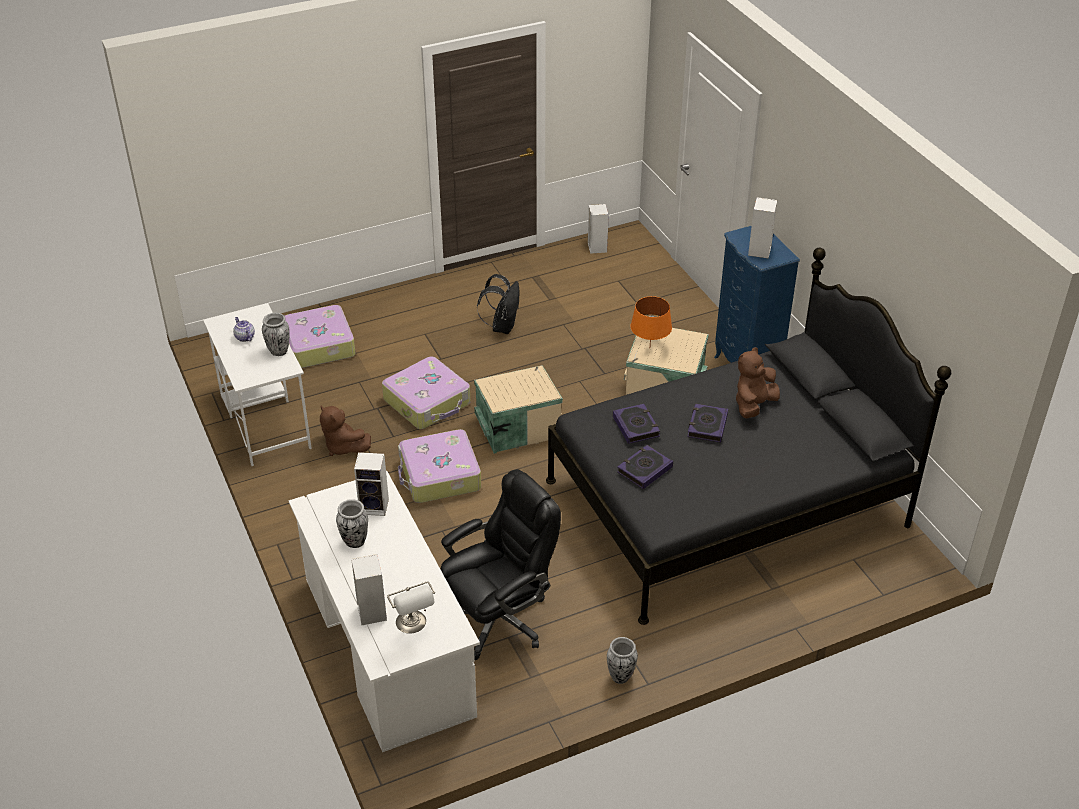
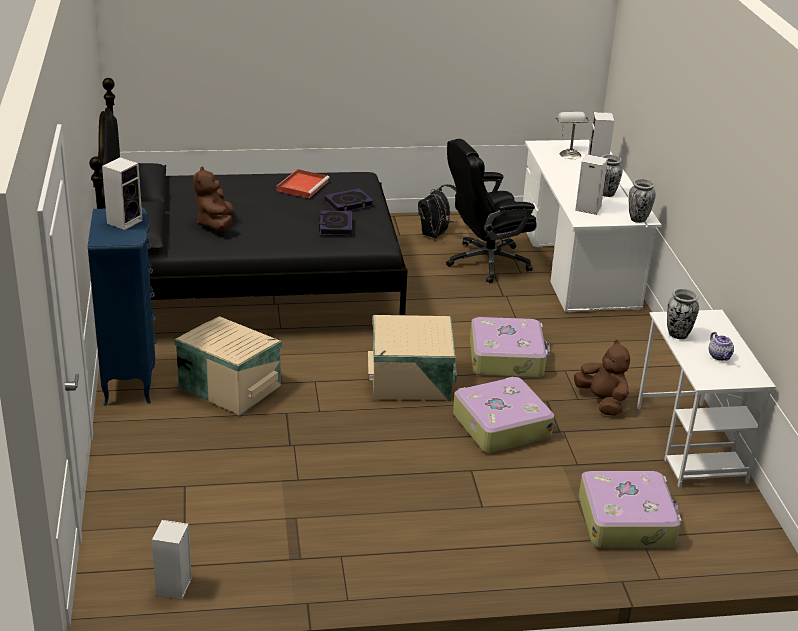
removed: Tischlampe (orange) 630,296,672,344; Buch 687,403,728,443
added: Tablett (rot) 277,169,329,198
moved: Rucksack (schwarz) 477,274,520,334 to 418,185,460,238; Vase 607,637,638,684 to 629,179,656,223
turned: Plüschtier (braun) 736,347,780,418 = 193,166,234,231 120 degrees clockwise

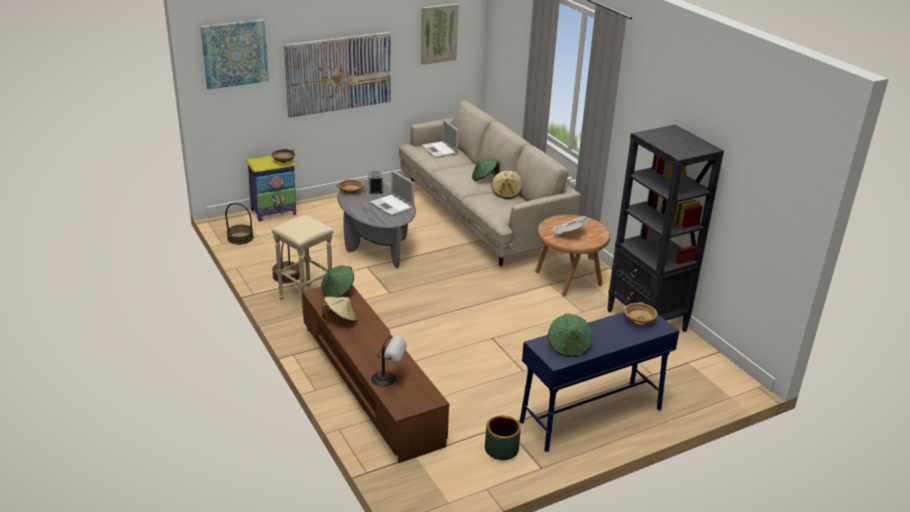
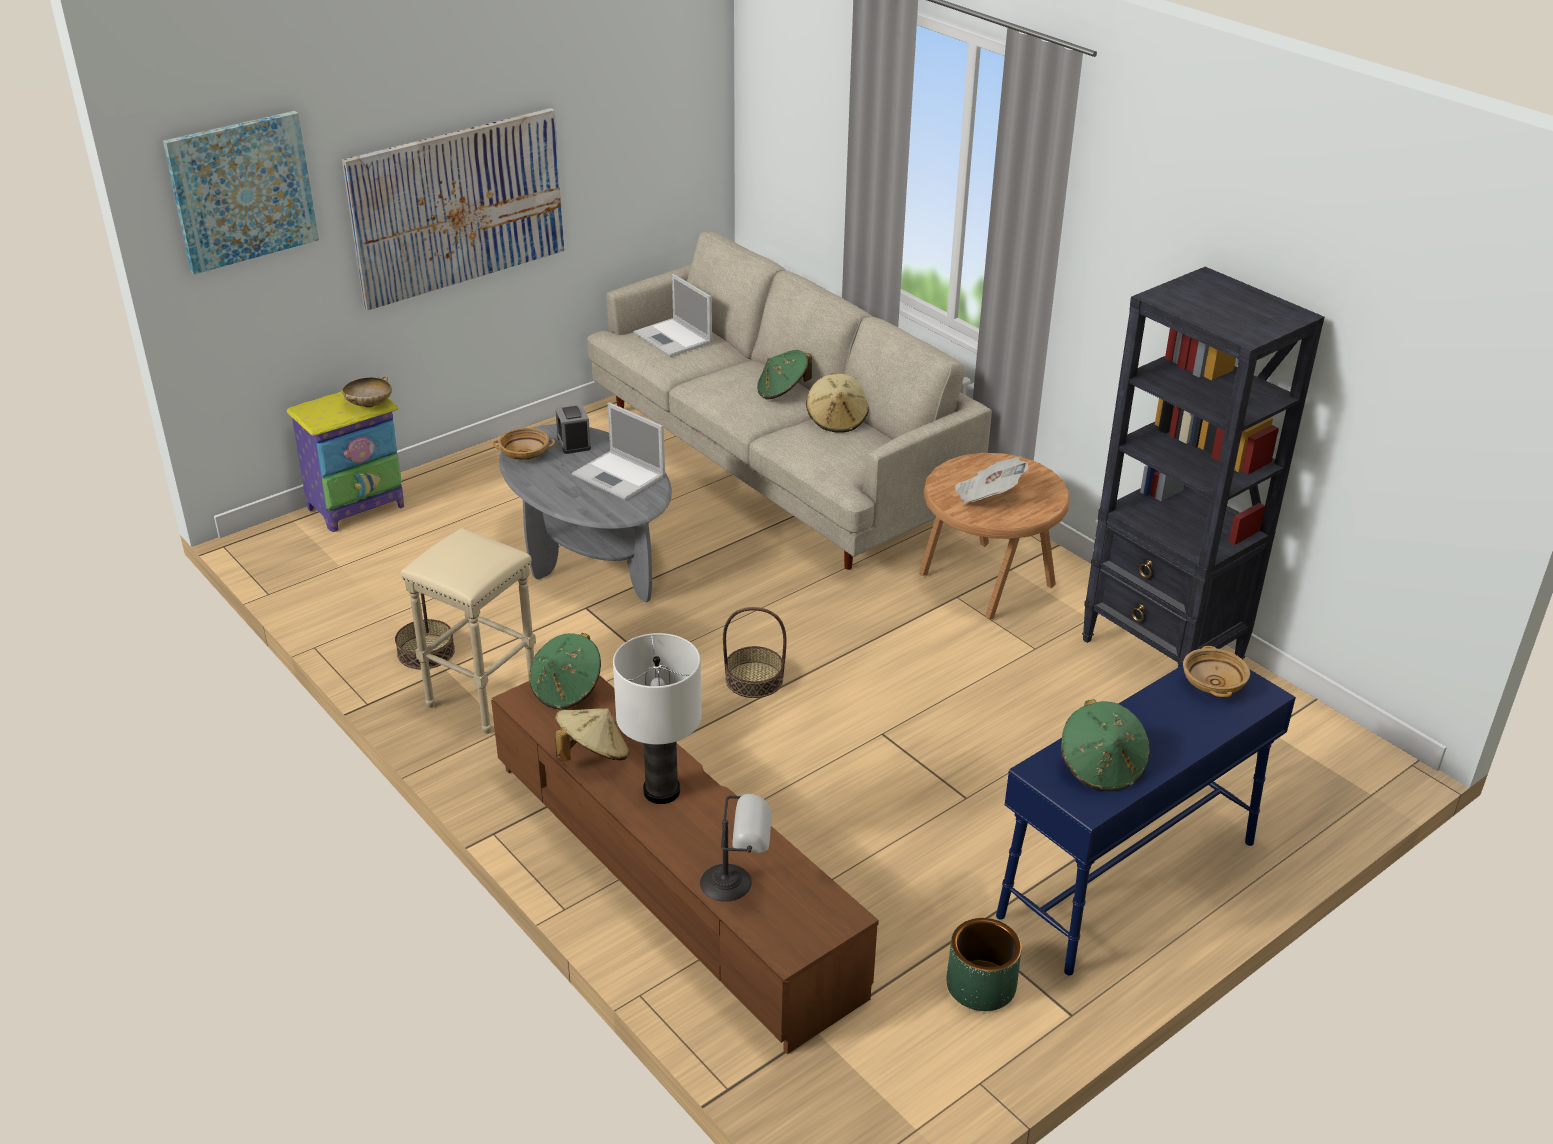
removed: Bild 421,4,459,65
added: Tischlampe (weiß) 613,633,702,804
moved: Korb 225,203,254,245 to 723,607,787,698

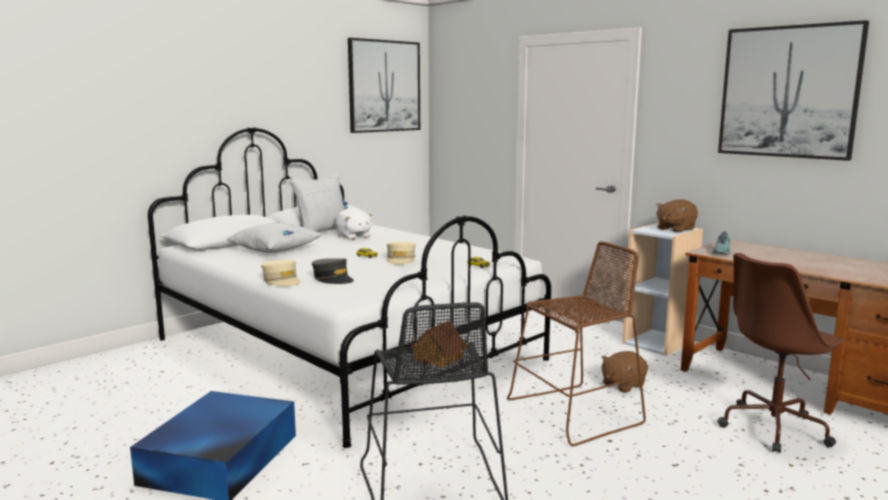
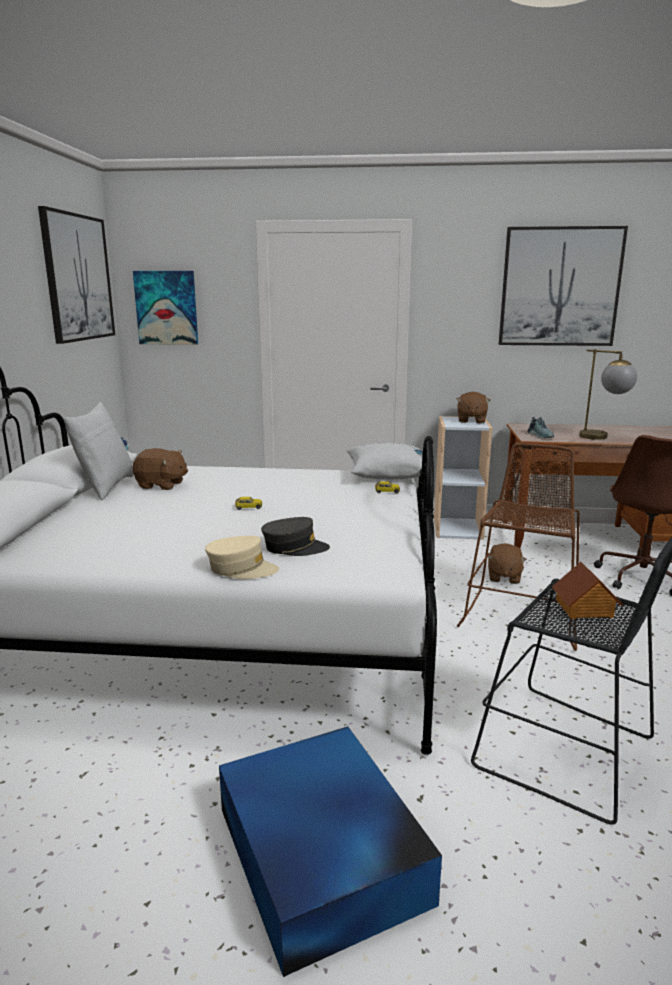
removed: Kappe (beige) 387,241,416,265
added: Bild 133,271,198,345; Tischlampe 579,349,637,440
moved: Kissen (grau) 227,222,322,253 to 346,443,423,479
recoloured: Plüschtier (weiß) 335,209,373,240 to Plüschtier (braun) 133,448,188,490

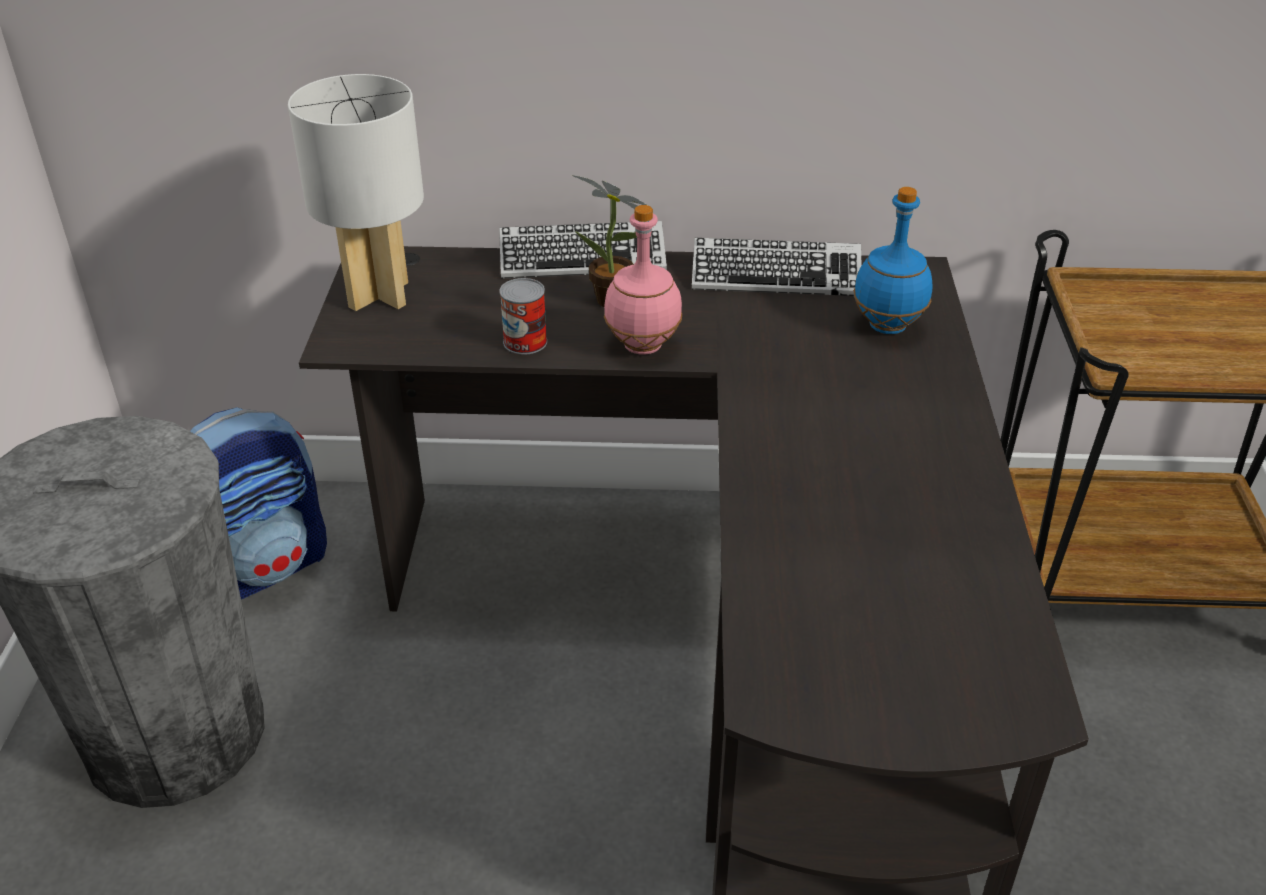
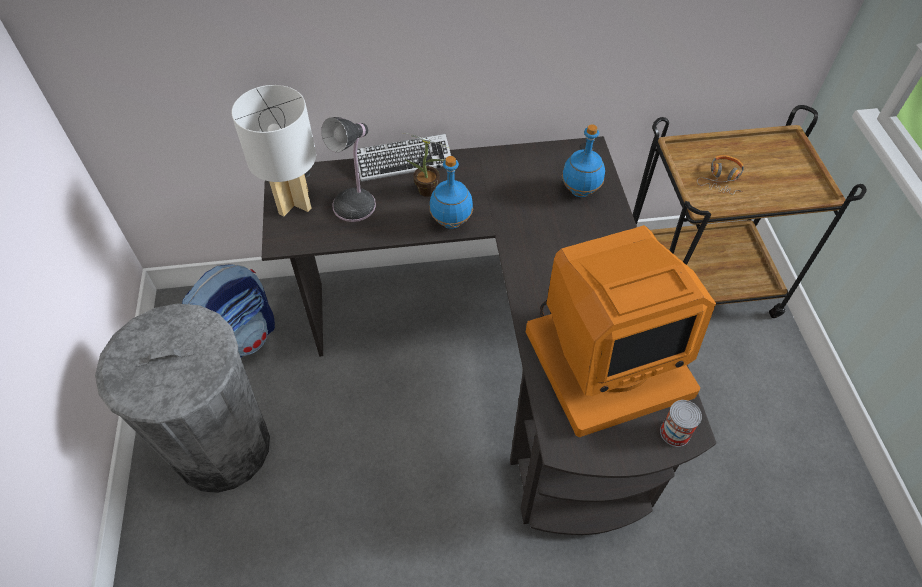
removed: Tastatur 692,238,862,296
added: Tischlampe 321,117,376,222; Monitor 526,225,716,437; Kopfhörer 697,155,744,195
moved: Dose 499,278,547,355 to 660,400,702,447
recoloured: Flasche (rosa) 604,205,682,355 to Flasche (blau) 429,156,473,229

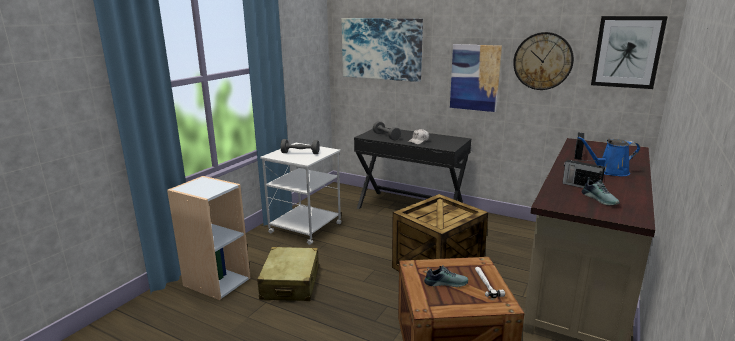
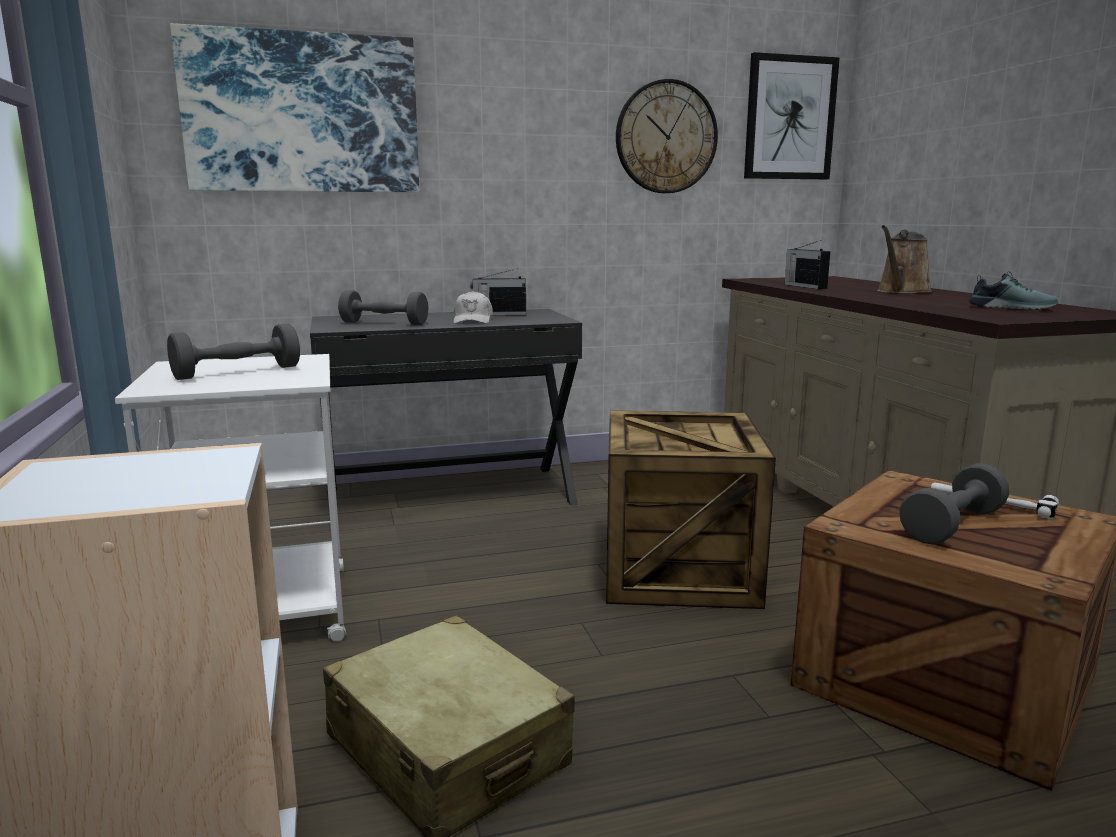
removed: Bild 450,44,502,112
moved: Radio 562,160,605,188 to 470,268,526,315
replaced: Schuh 424,265,468,287 to Hantel (grau) 899,463,1009,544
recoloured: Gießkanne (blau) 578,136,640,176 to Gießkanne (braun) 877,225,932,294

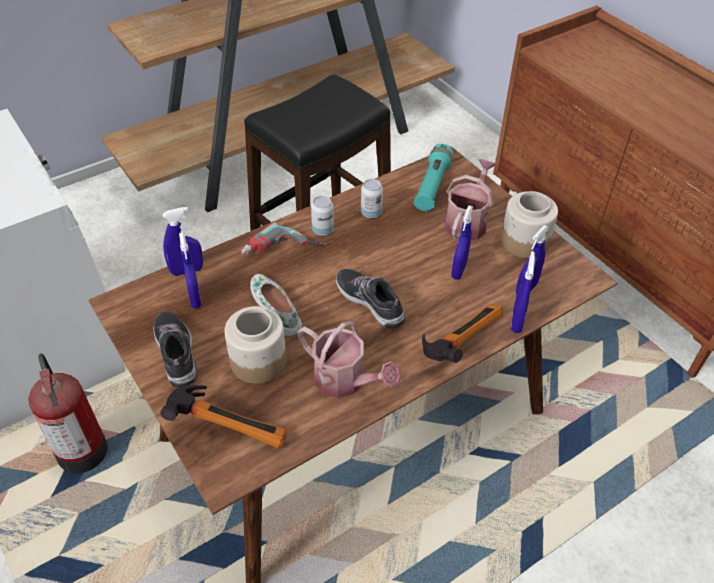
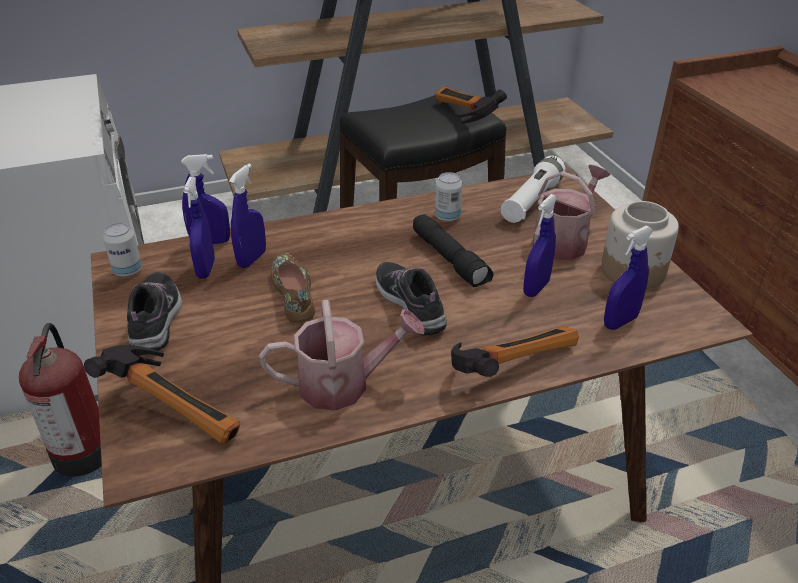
removed: Vorratsglas 225,306,286,384; Bohrmaschine 241,222,327,254
added: Taschenlampe (schwarz) 413,214,493,287; Hammer 435,86,507,124
moved: Dose 311,196,334,235 to 103,223,142,277; Sprühflasche (blau) 511,252,535,333 to 229,164,266,268
recoloured: Schuh (weiß) 250,274,302,336 to Schuh (braun) 271,252,315,323; Taschenlampe (türkis) 414,144,453,211 to Taschenlampe (weiß) 501,156,566,223
turned: Gießkanne 297,321,401,398 = 259,300,425,411 60 degrees counterclockwise

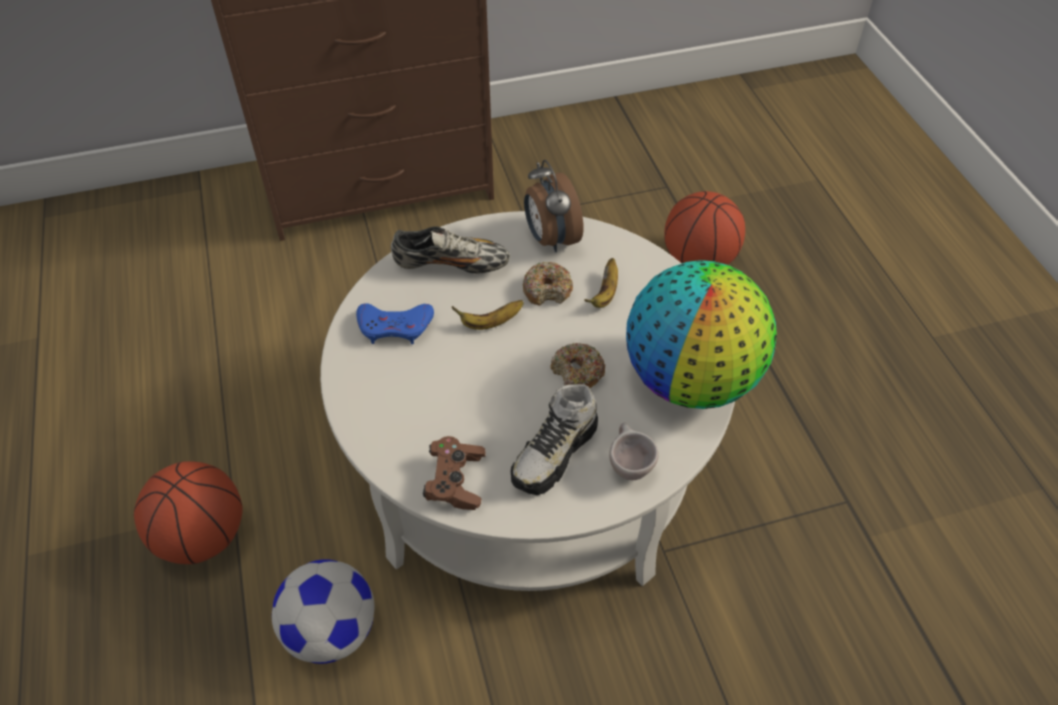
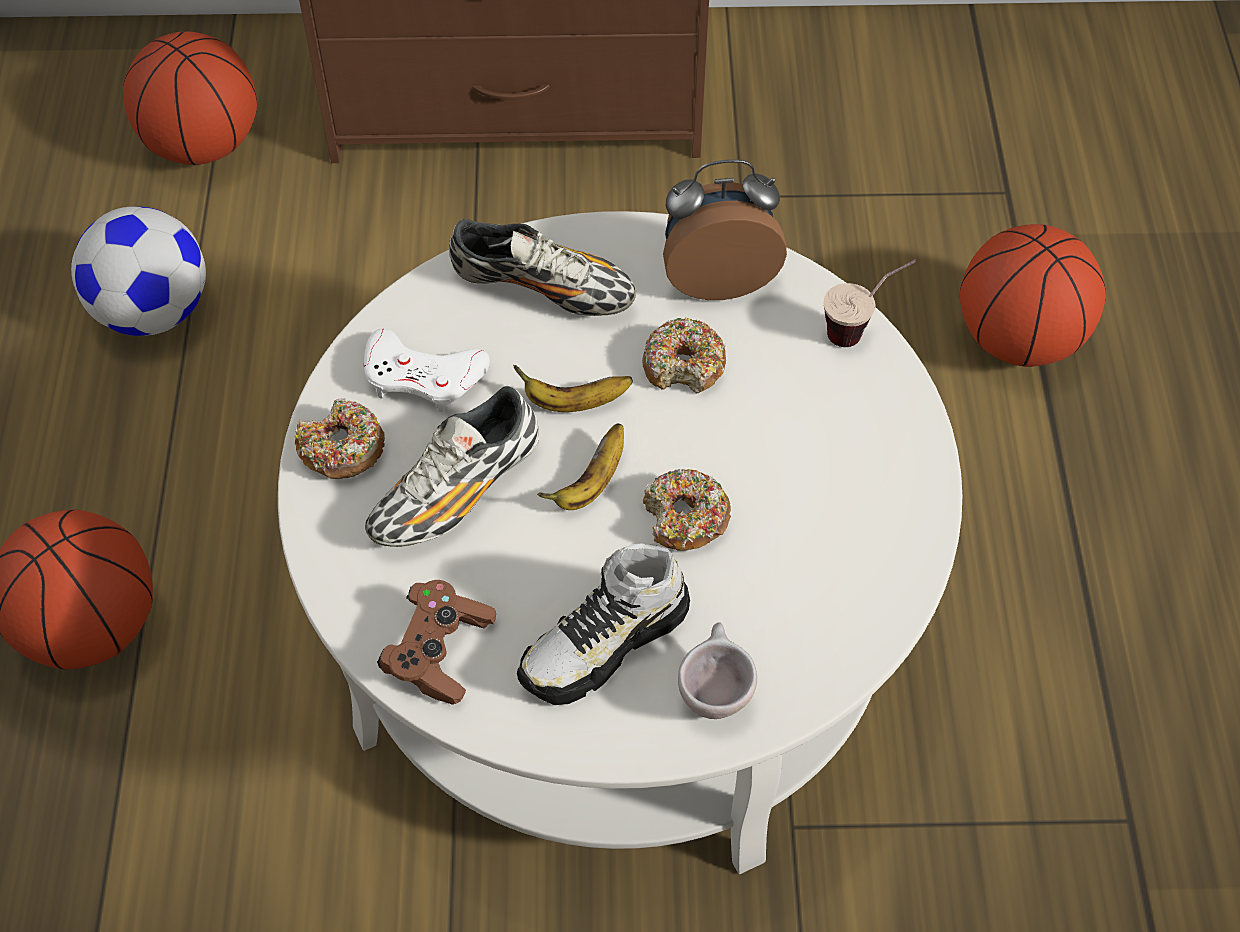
removed: Globus 626,260,777,409
added: Basketball 123,31,257,165; Donut 295,398,385,479; Schuh 365,386,540,547; Tasse 824,259,916,347
moved: Fußball 272,559,375,664 to 71,207,206,336; Banane 584,258,618,308 to 537,424,624,510
recoloured: Gamepad (blau) 356,303,434,344 to Gamepad (weiß) 364,328,490,412
turned: Wecker 524,160,583,252 = 663,159,787,300 90 degrees clockwise

